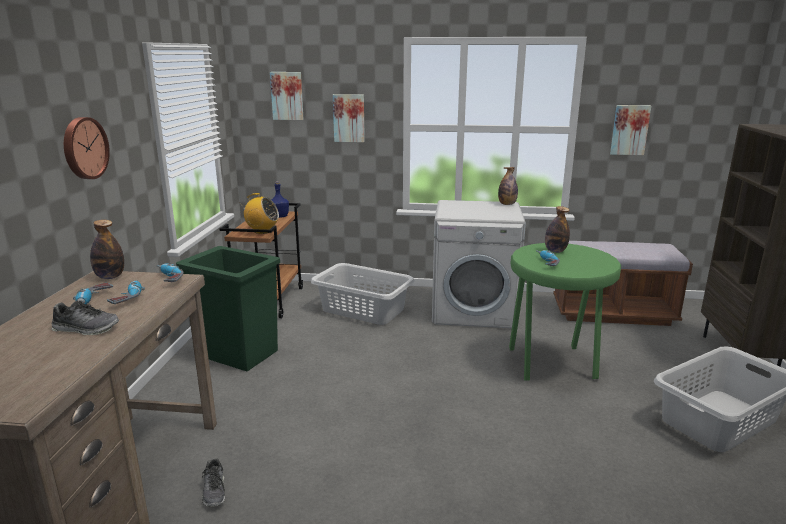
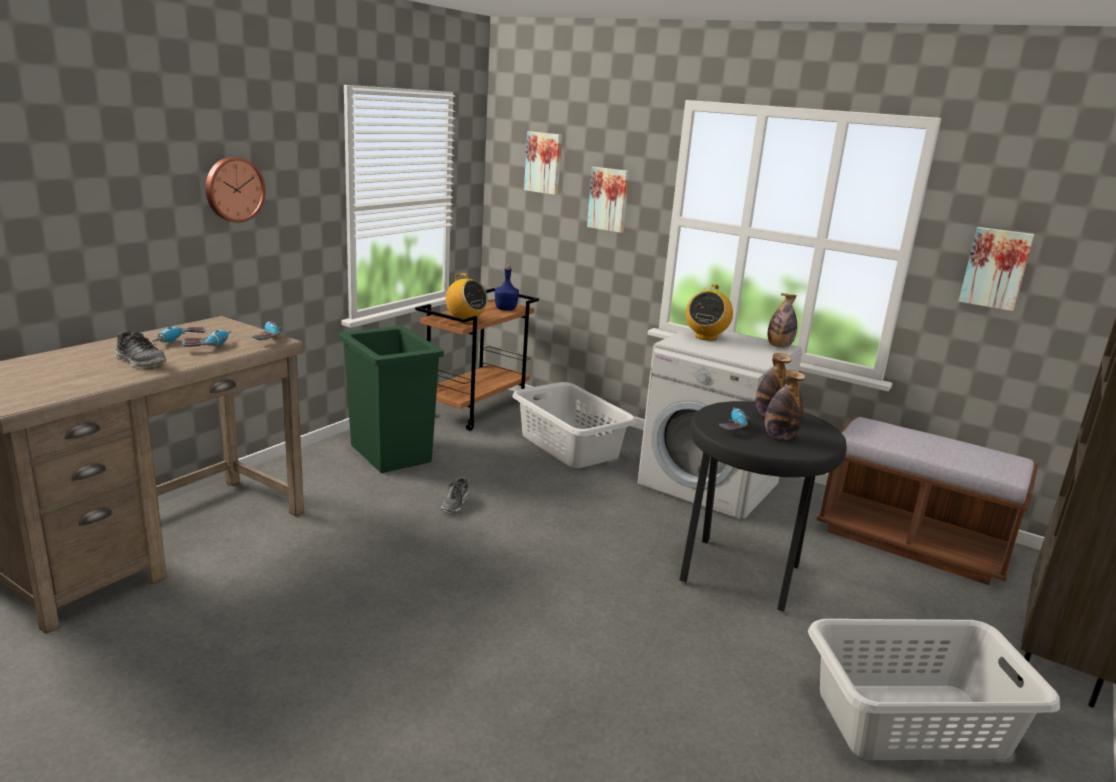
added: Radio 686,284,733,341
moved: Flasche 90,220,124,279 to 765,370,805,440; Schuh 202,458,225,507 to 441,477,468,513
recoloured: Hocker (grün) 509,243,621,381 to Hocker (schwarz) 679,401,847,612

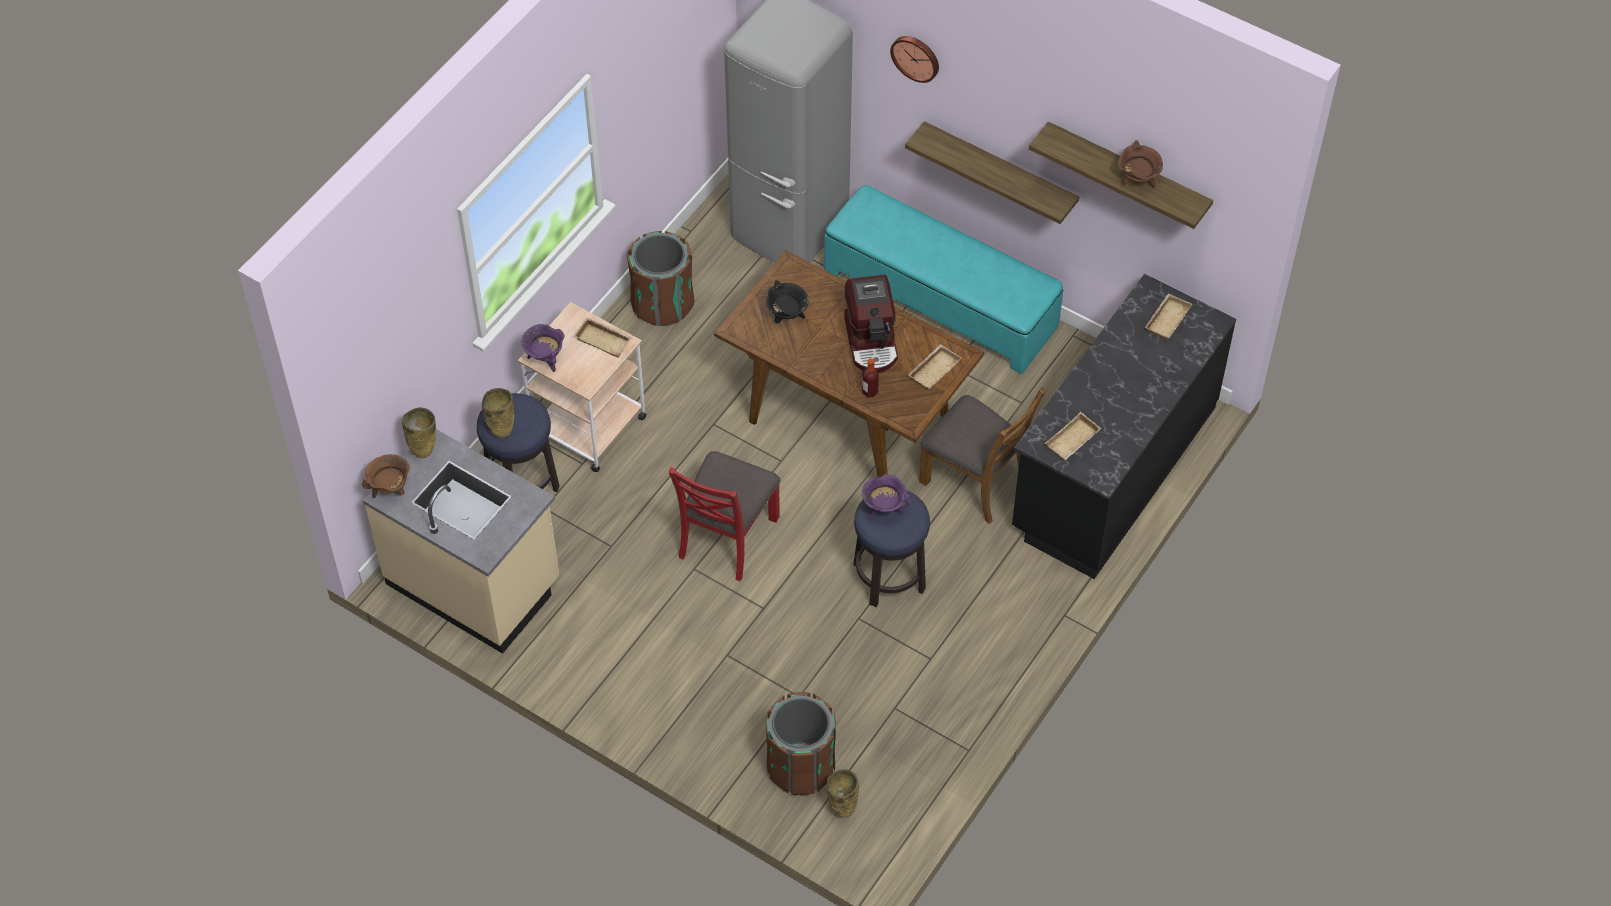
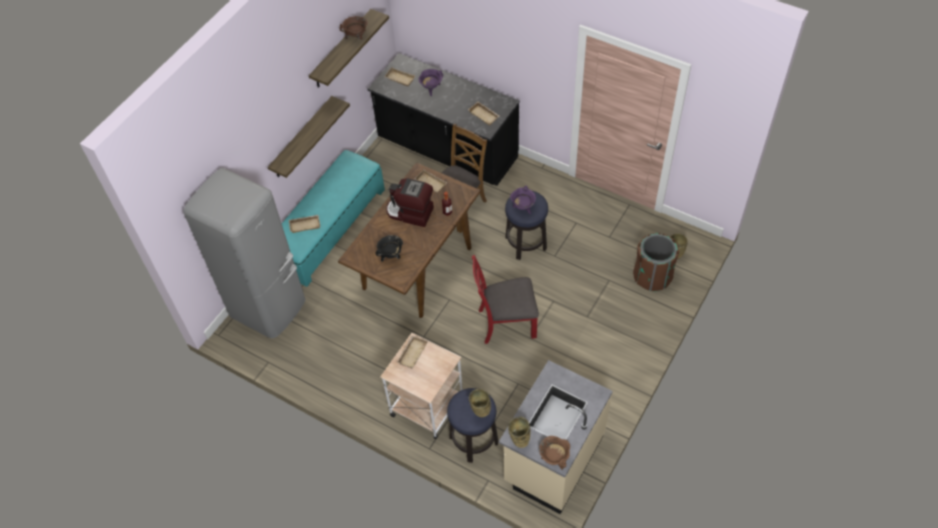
removed: Mülleimer (braun) 627,231,695,326; Wanduhr 890,36,939,83
added: Tablett (beige) 289,215,320,233
moved: Kochtopf (lila) 521,324,564,372 to 419,69,443,96
turned: Stuhl (rot) 669,451,780,581 = 472,255,539,344 150 degrees clockwise; Kaffeemaschine 844,275,898,373 = 387,178,434,227 150 degrees counterclockwise

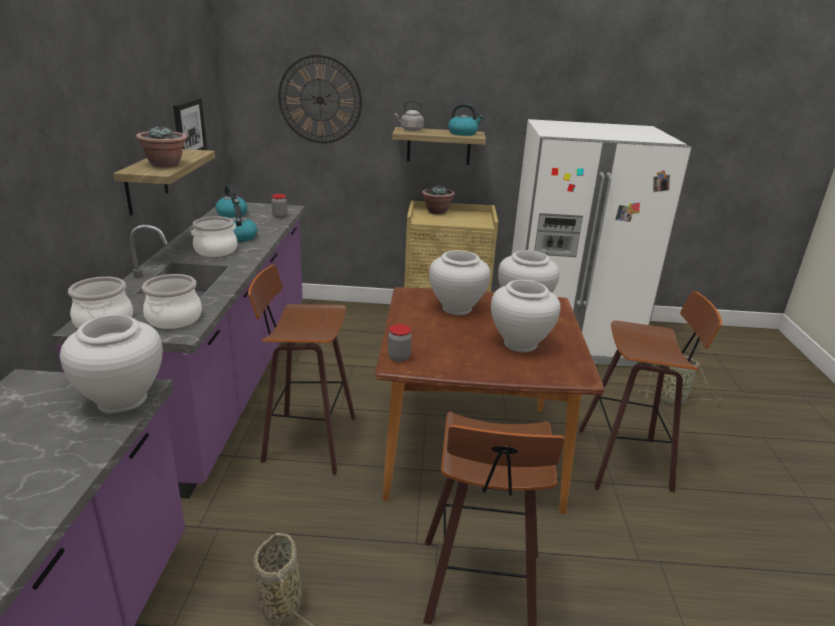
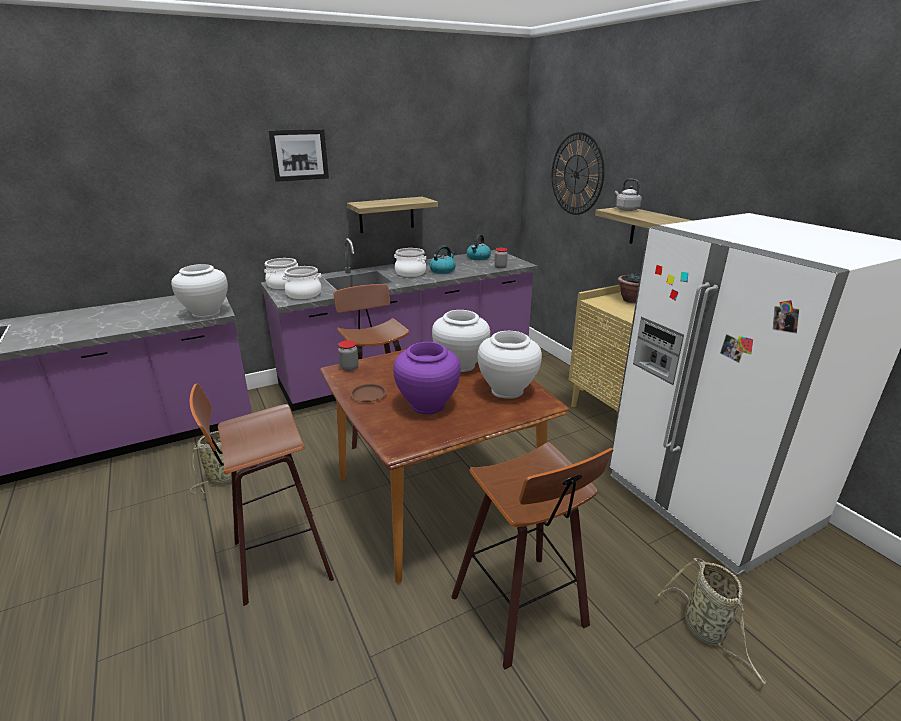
removed: Topfpflanze 136,126,187,168; Wasserkessel 448,104,484,136
added: Teller (braun) 350,384,387,402
moved: Bild 173,98,207,150 to 268,129,329,182
recoloured: Vase (weiß) 491,280,561,352 to Vase (lila) 393,342,461,414

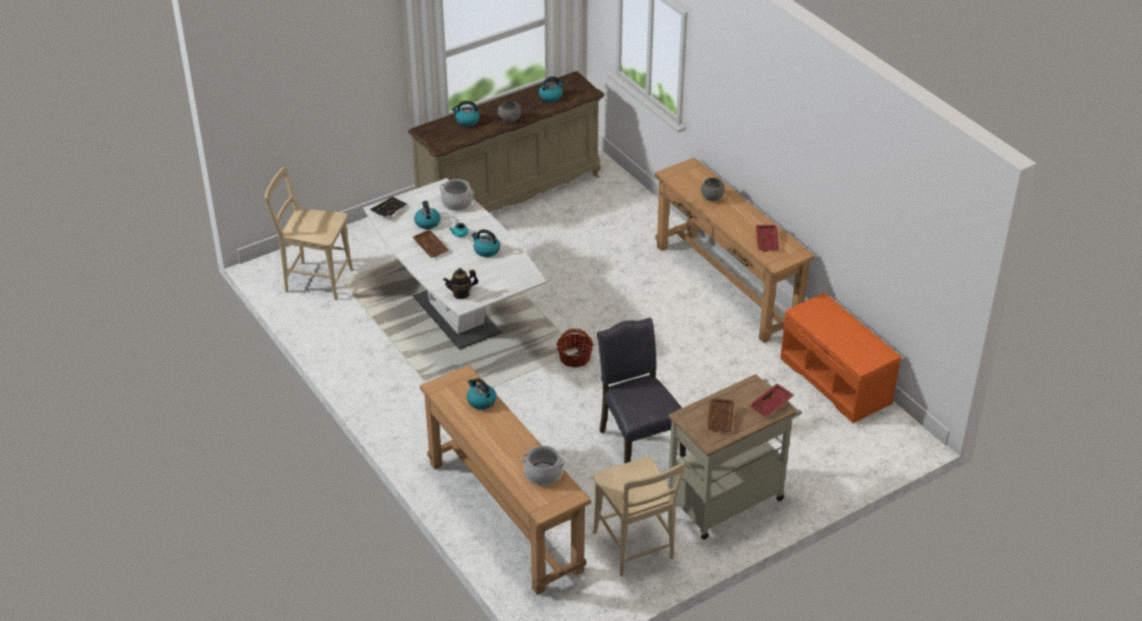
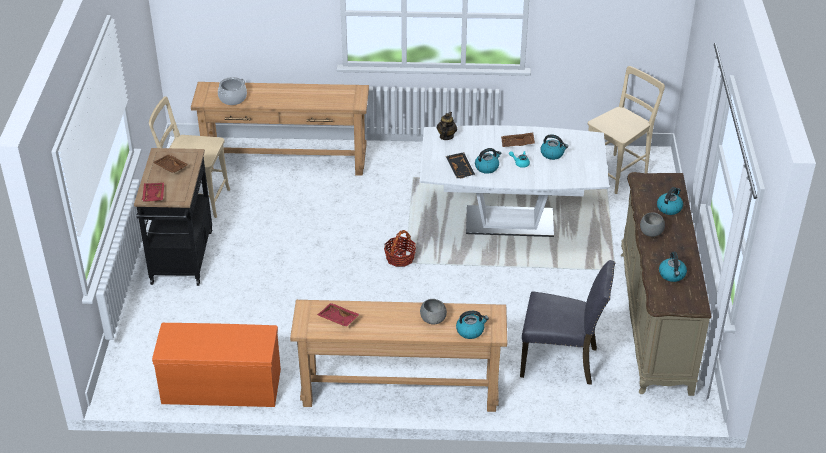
removed: Kochtopf 439,179,474,211
moved: Tablett (schwarz) 369,197,408,217 to 446,152,475,178; Wasserkessel 467,378,497,410 to 456,311,489,339; Stuhl (grau) 597,318,686,464 to 520,260,616,385
recoloured: Rollwagen (beige) 668,374,802,540 to Rollwagen (schwarz) 134,148,212,286

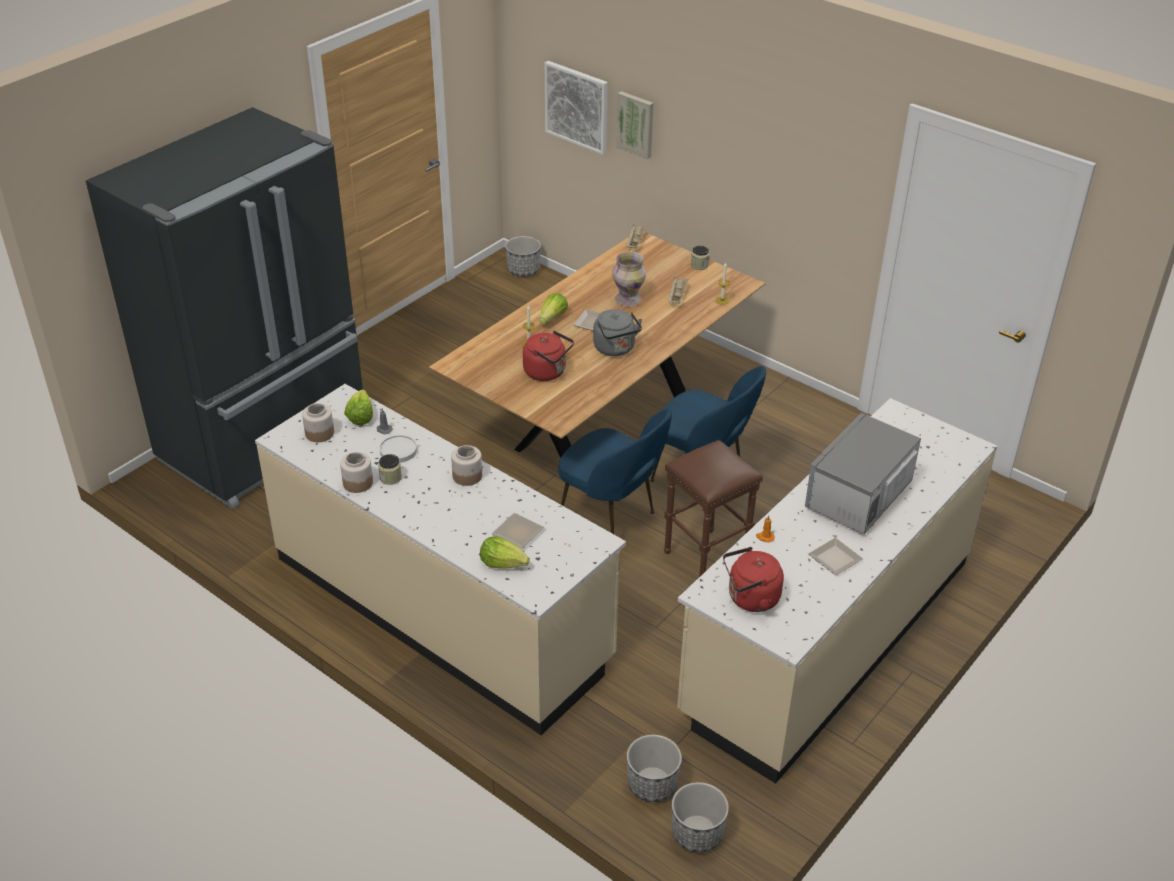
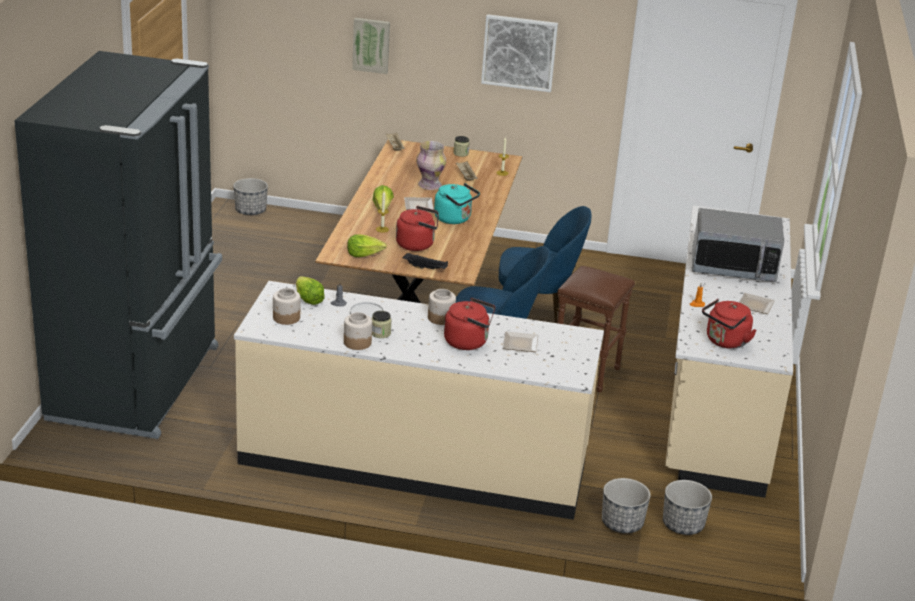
added: Tablett (schwarz) 403,253,448,269; Wasserkessel (rot) 444,298,495,350
moved: Salatkopf 480,536,530,569 to 347,234,387,257; Bild 545,61,608,155 to 481,14,558,92; Pflanzkübel 672,782,729,853 to 602,478,651,533
recoloured: Wasserkessel (grau) 593,309,642,356 to Wasserkessel (türkis) 434,183,480,224
turned: Mikrowelle 805,413,921,535 = 692,208,784,282 90 degrees counterclockwise

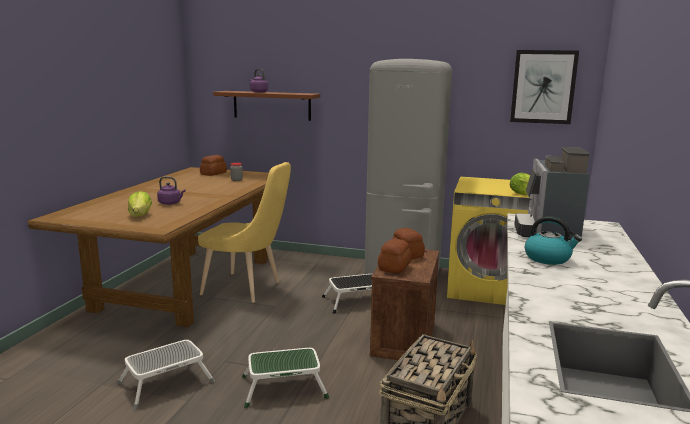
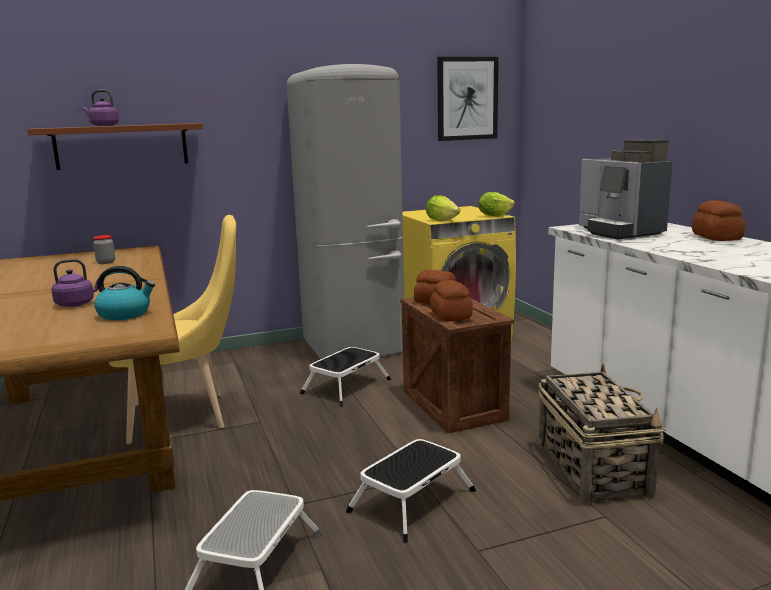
moved: Salatkopf 128,191,152,217 to 426,195,461,221; Brot 200,155,227,176 to 692,200,745,241; Wasserkessel 525,216,582,265 to 94,266,155,320
recoloured: Trittleiter (grün) 242,348,329,408 to Trittleiter (schwarz) 346,439,476,543

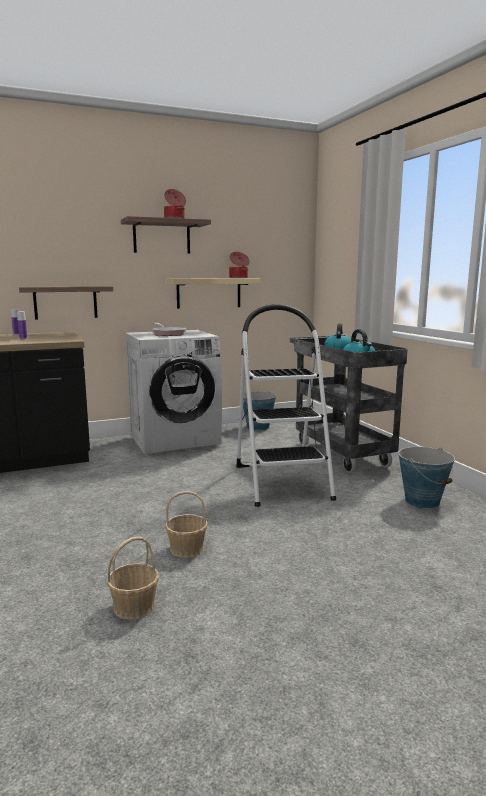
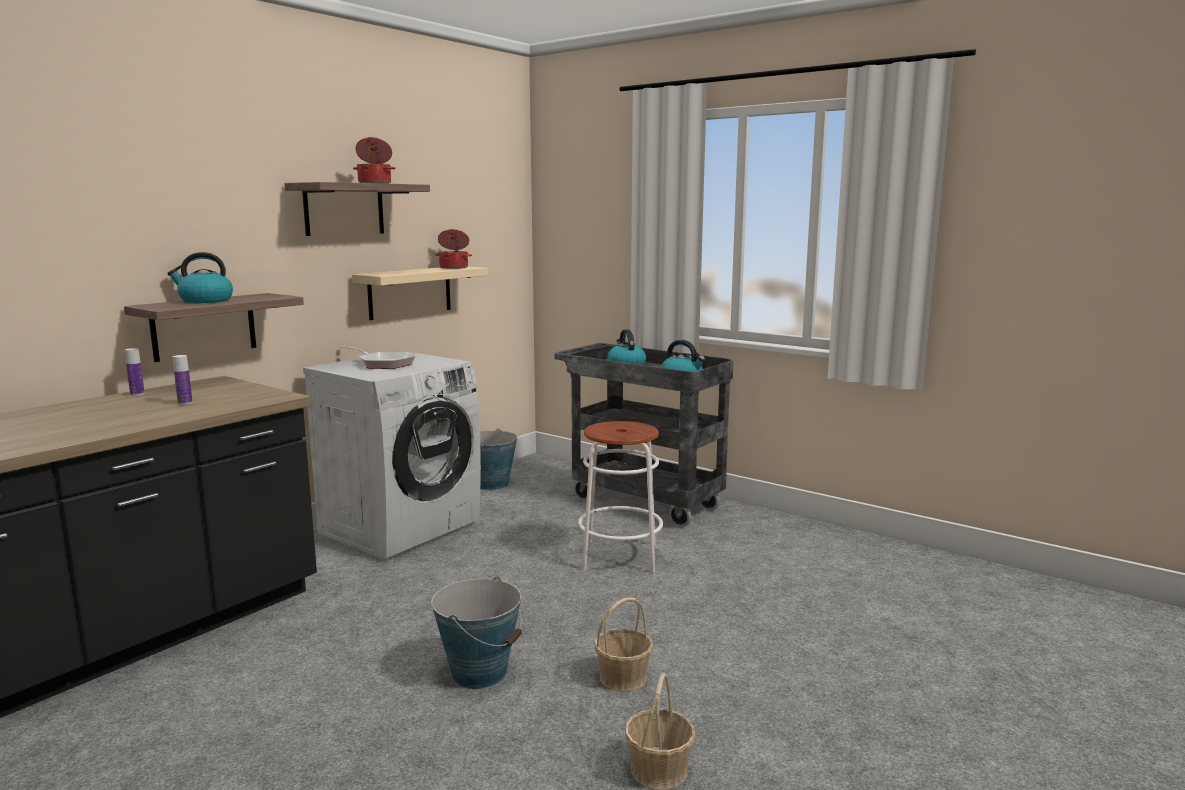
added: Wasserkessel 167,252,233,303
moved: Eimer 398,447,455,509 to 431,576,522,689
replaced: Trittleiter 237,304,336,507 to Hocker (weiß) 578,421,663,573

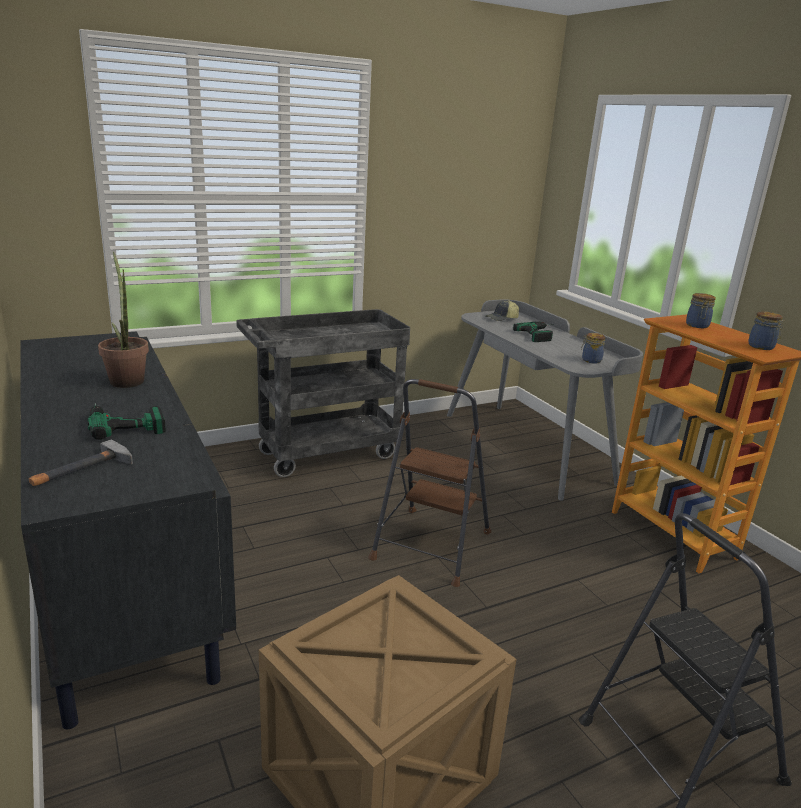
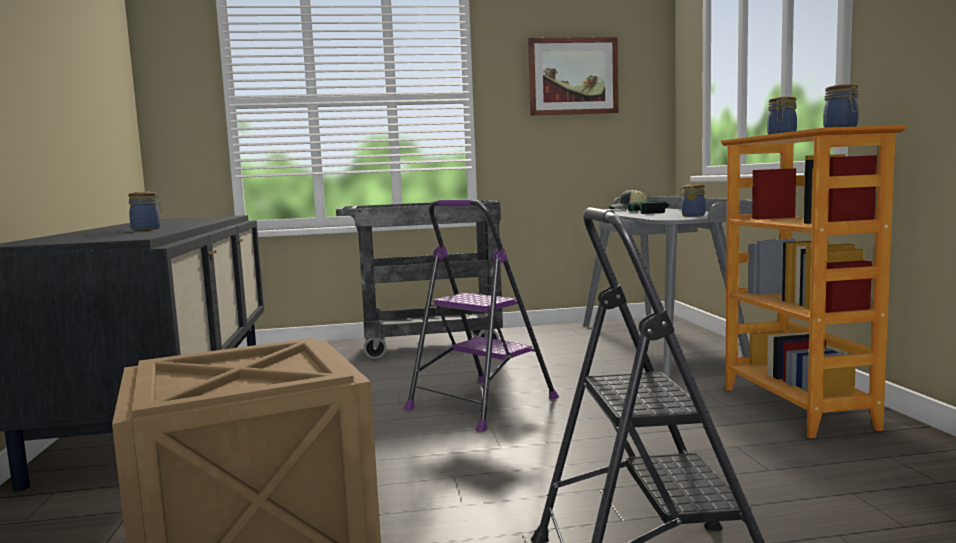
removed: Hammer 28,440,133,486; Topfpflanze 98,252,149,388
added: Bild 528,37,618,116
replaced: Bohrmaschine 87,403,166,440 to Vorratsglas 128,192,163,231
recoloured: Trittleiter (braun) 368,379,491,587 to Trittleiter (lila) 404,199,559,432

